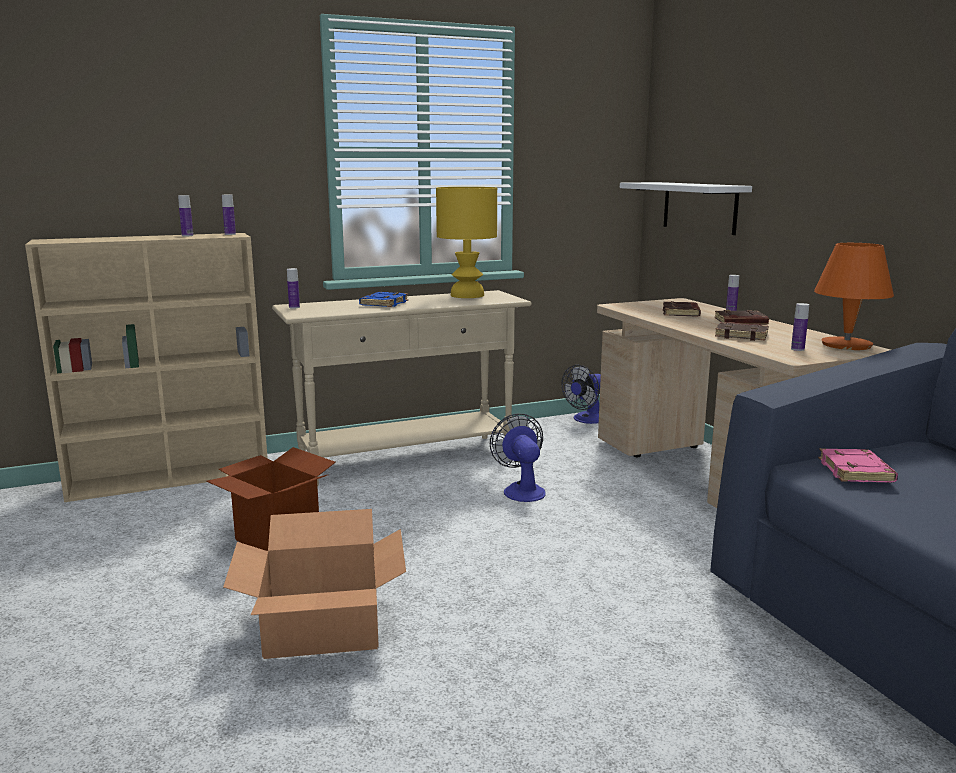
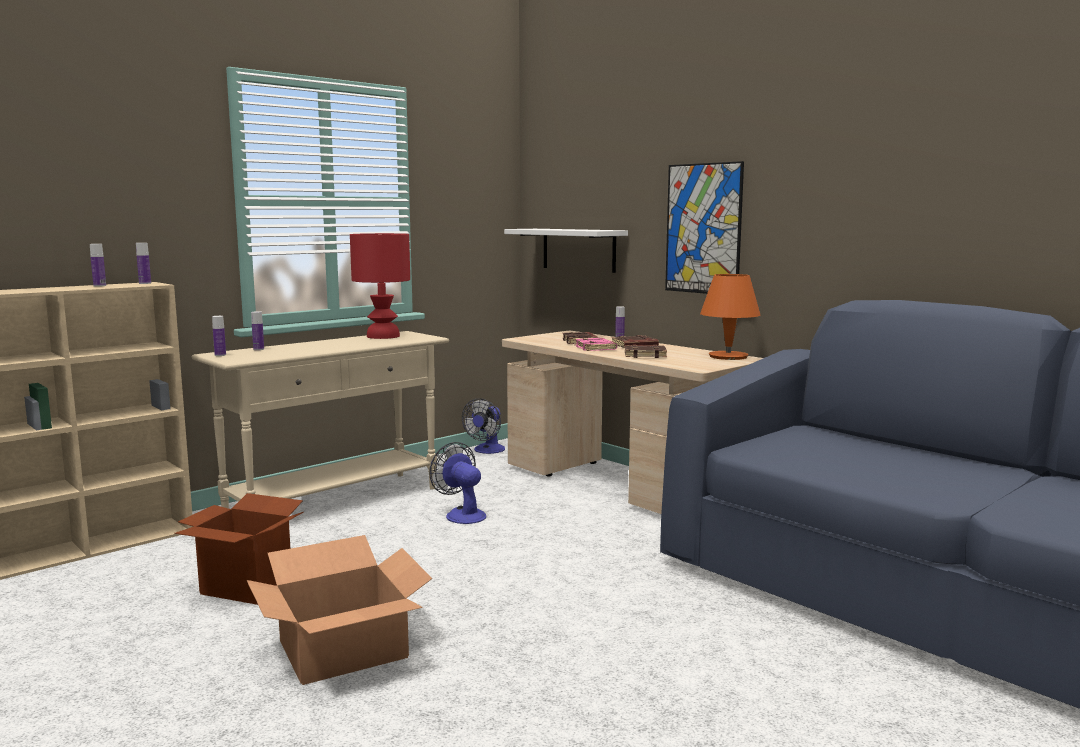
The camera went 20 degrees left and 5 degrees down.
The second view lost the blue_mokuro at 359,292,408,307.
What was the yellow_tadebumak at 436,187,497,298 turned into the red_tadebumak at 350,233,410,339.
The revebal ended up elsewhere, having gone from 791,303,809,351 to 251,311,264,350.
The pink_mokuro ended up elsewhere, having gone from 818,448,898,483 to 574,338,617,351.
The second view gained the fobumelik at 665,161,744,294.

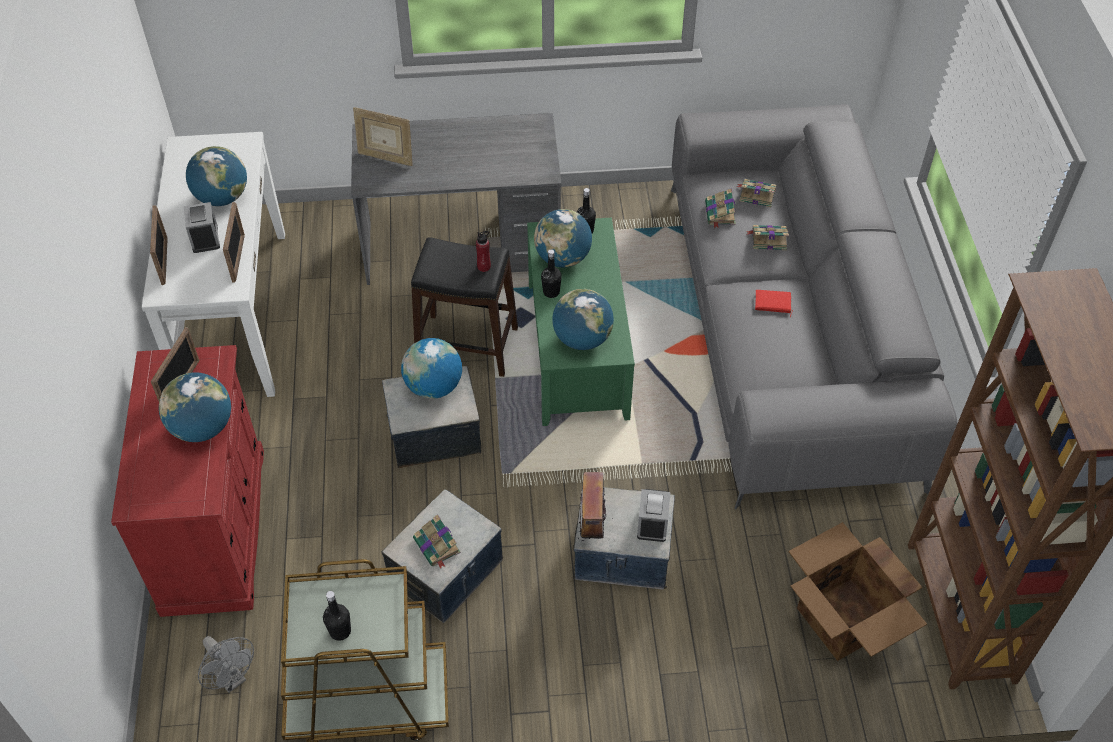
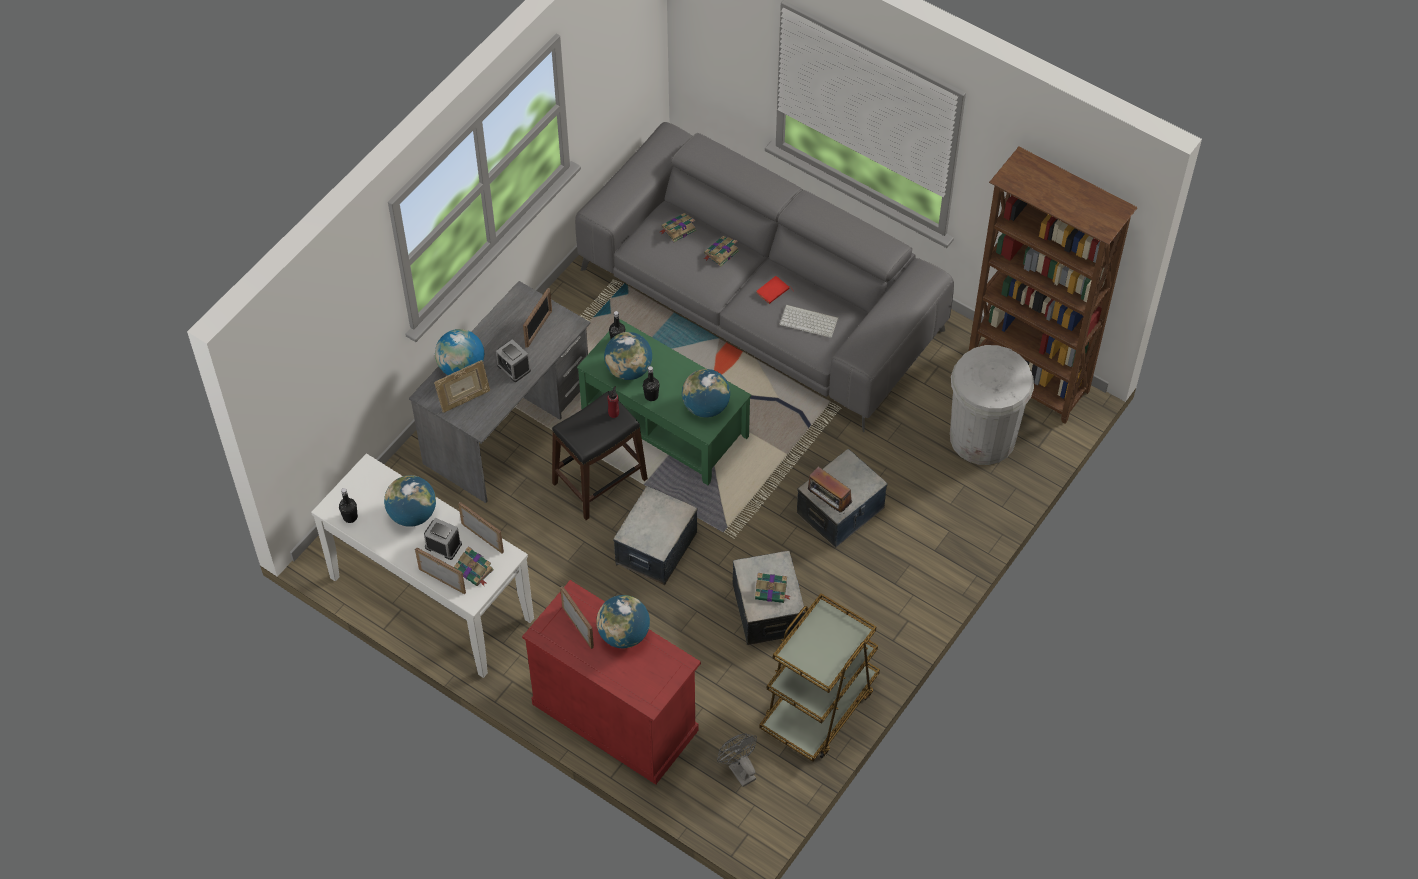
The camera went 50 degrees left and 5 degrees up.
The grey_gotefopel at 198,636,254,693 ended up facing another way, 120 degrees counterclockwise from before.
The black_revebal ended up elsewhere, having gone from 323,591,351,641 to 339,488,358,523.
The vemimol ended up elsewhere, having gone from 401,338,462,399 to 435,329,484,375.
The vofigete ended up elsewhere, having gone from 637,489,670,542 to 496,339,531,382.
The mokuro ended up elsewhere, having gone from 705,189,736,228 to 454,546,494,586.
Where the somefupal stood at 789,522,927,661, the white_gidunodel came to stand at 950,345,1034,465.
The second view gained the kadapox at 523,288,552,348.
The second view gained the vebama at 779,304,838,338.

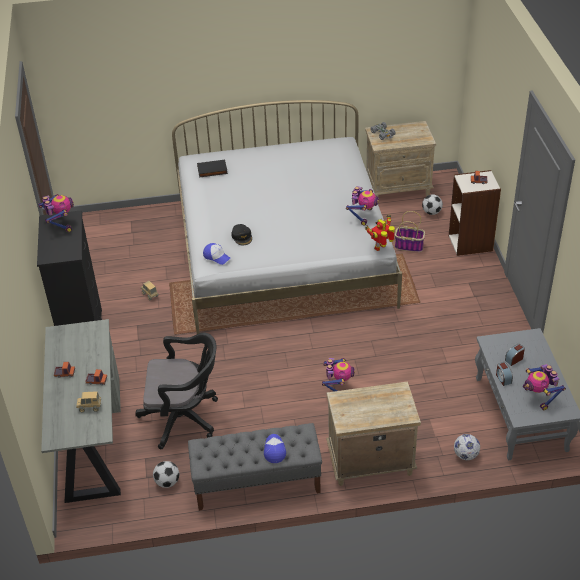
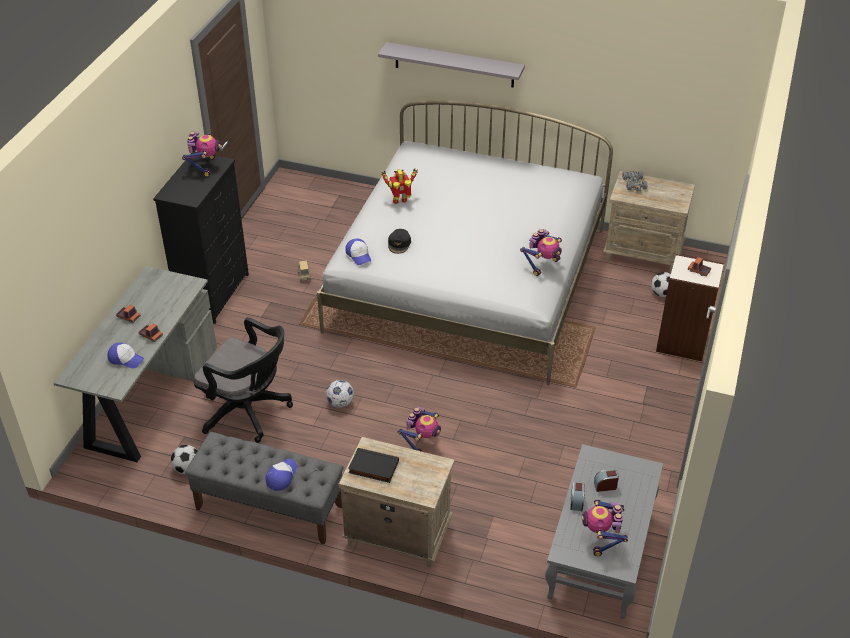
The camera went 25 degrees right and 0 degrees up.
Where the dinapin stood at 76,391,101,412, the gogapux came to stand at 107,342,144,369.
The black_mokuro ended up elsewhere, having gone from 197,160,228,177 to 348,448,399,483.
The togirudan ended up elsewhere, having gone from 365,214,395,251 to 381,168,418,204.
The second view lost the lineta at 395,211,425,252.
The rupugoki ended up elsewhere, having gone from 454,434,480,460 to 326,380,354,408.
The second view gained the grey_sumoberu at 378,42,525,87.

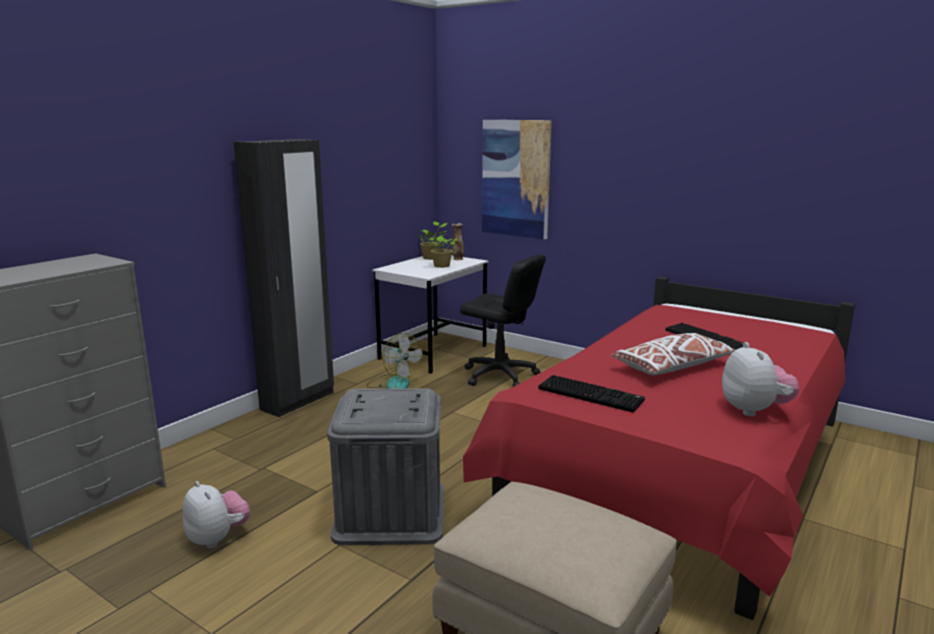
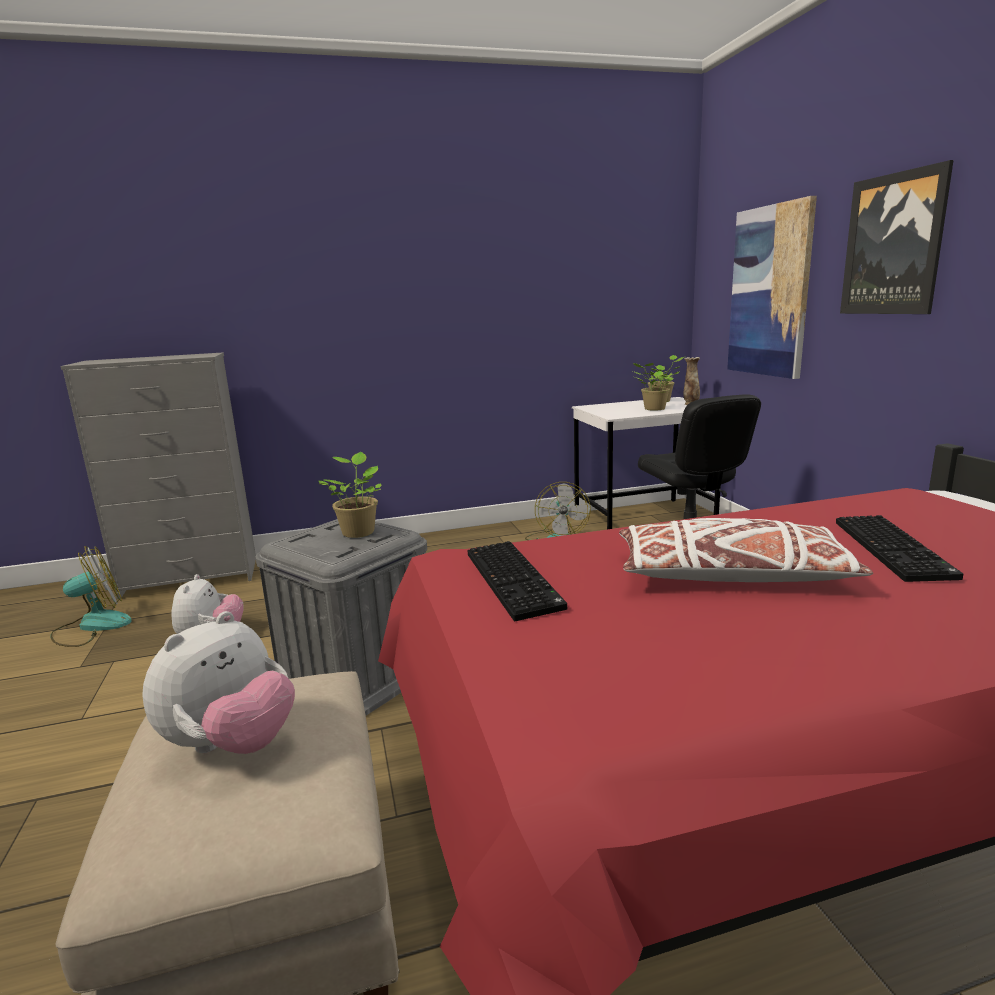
The camera went 40 degrees right and 0 degrees up.
The second view lost the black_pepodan at 234,139,334,417.
The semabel ended up elsewhere, having gone from 722,342,799,417 to 142,611,295,754.
The second view gained the gotefopel at 50,546,132,647.
The second view gained the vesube at 319,452,381,538.
The second view gained the fobumelik at 840,160,954,314.

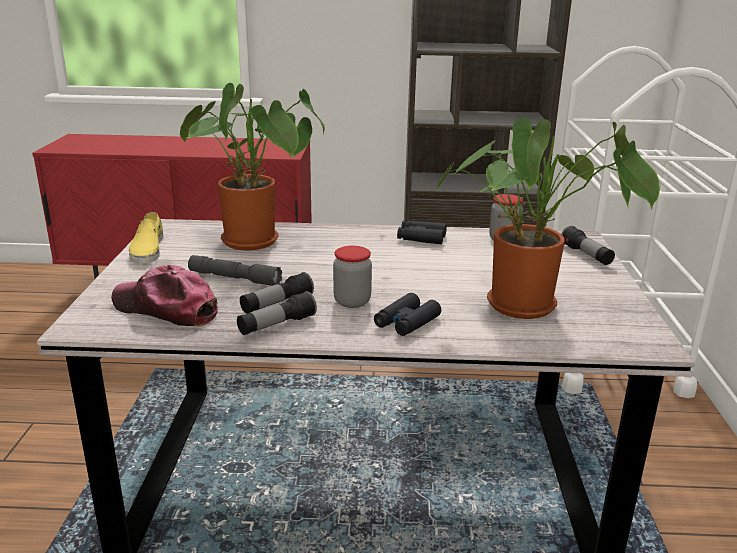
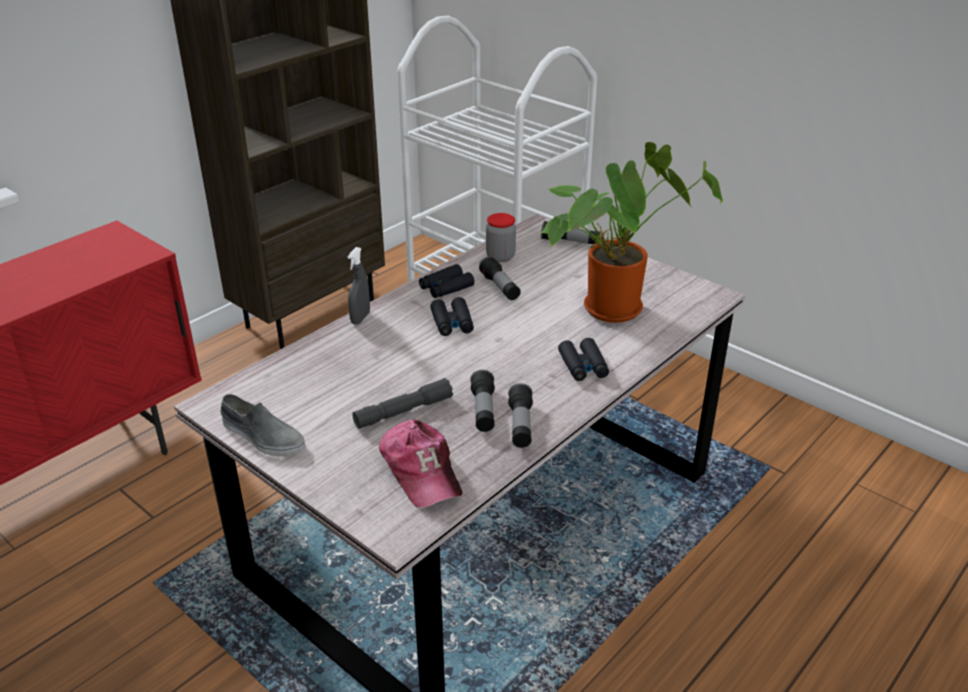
The camera went 50 degrees left and 10 degrees up.
The gogapux at 111,265,218,327 ended up facing another way, 90 degrees counterclockwise from before.
What was the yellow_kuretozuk at 129,212,164,264 turned into the grey_kuretozuk at 220,394,305,457.
The second view lost the vesube at 180,83,325,250.
The second view lost the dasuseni at 333,246,372,308.
The second view gained the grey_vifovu at 348,247,370,325.
The second view gained the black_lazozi at 430,297,474,336.
The second view gained the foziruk at 479,256,521,300.

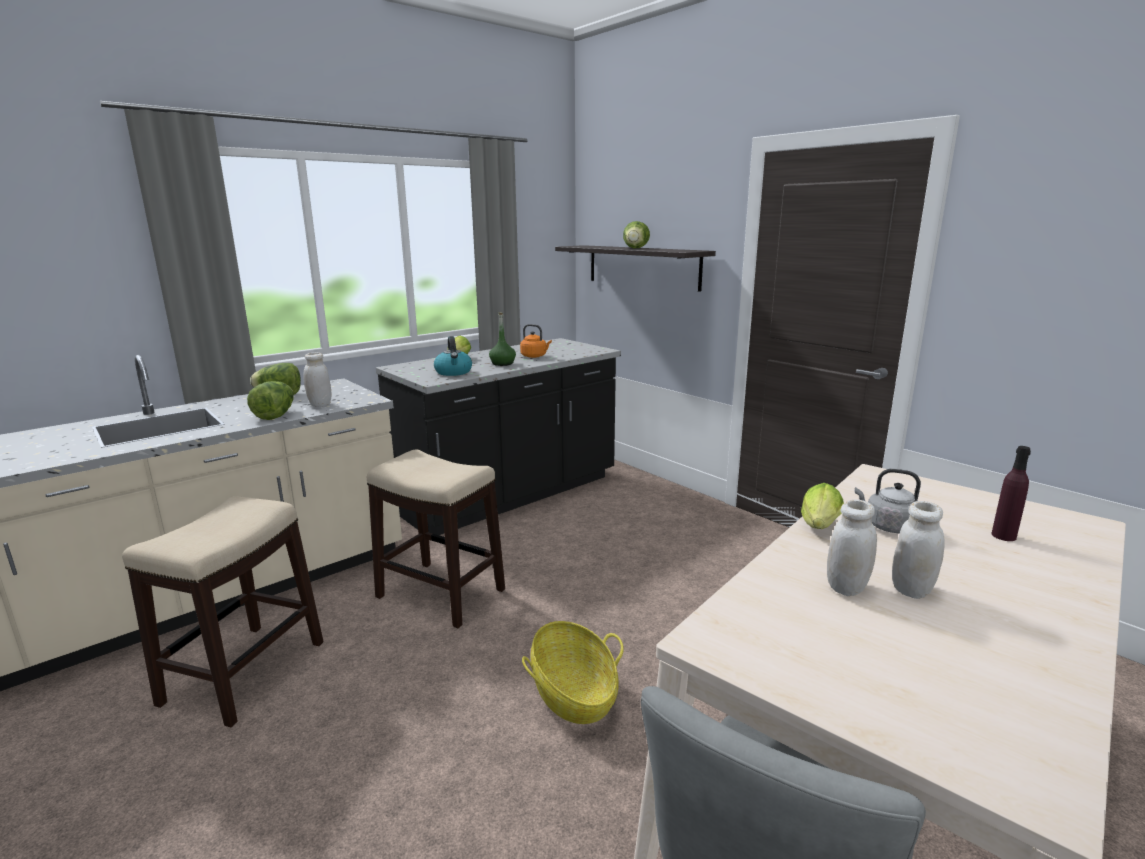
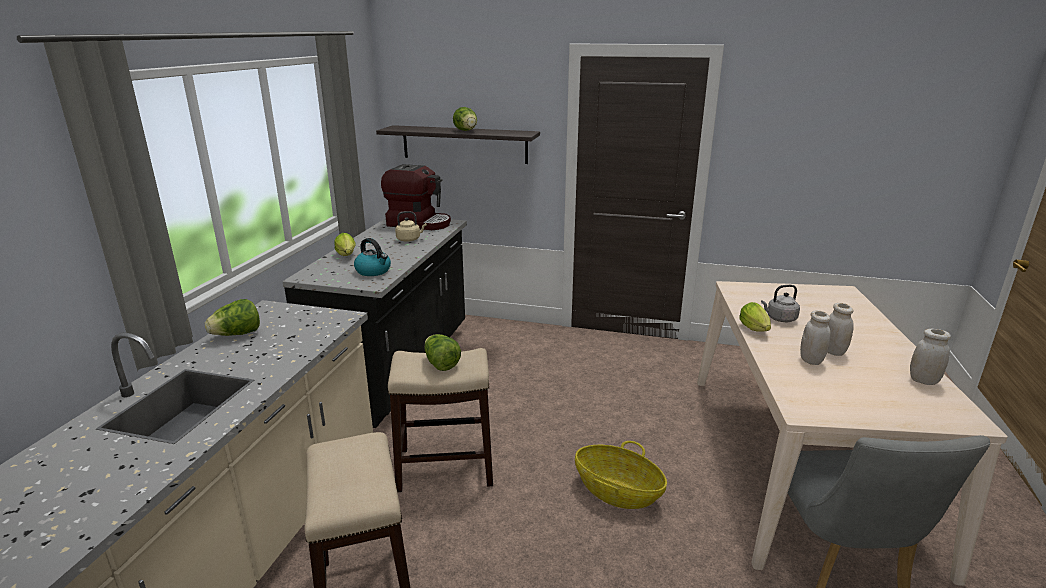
The camera went 35 degrees left and 5 degrees up.
The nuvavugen ended up elsewhere, having gone from 247,381,294,420 to 424,334,461,371.
The white_dasuseni ended up elsewhere, having gone from 303,353,332,407 to 910,329,951,385.
The second view lost the green_revebal at 489,312,516,366.
What was the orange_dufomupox at 520,324,552,358 turned into the beige_dufomupox at 395,211,427,242.
The second view lost the purple_revebal at 991,446,1031,541.
The second view gained the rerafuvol at 381,164,451,230.

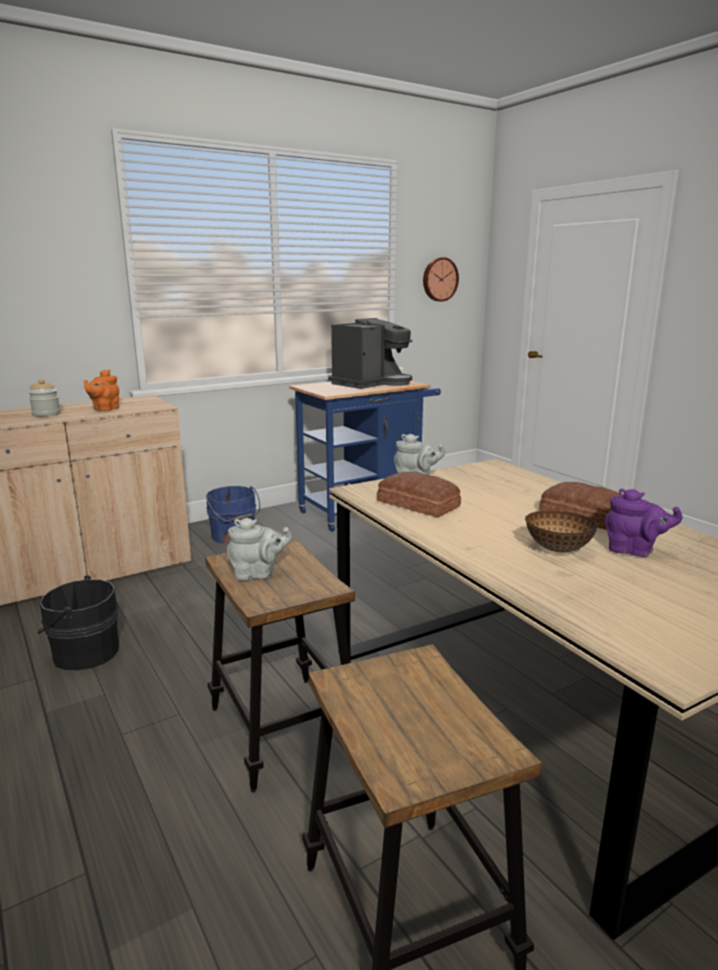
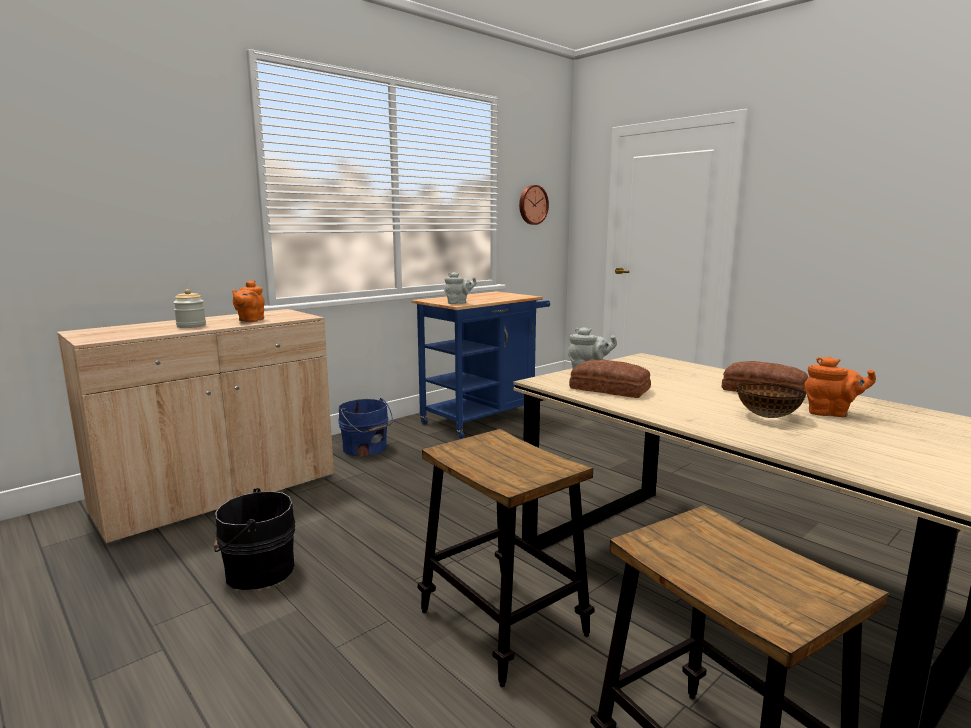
The camera went 10 degrees left and 5 degrees down.
The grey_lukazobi ended up elsewhere, having gone from 227,518,293,580 to 444,272,476,304.
The second view lost the rerafuvol at 328,318,413,389.
What was the purple_lukazobi at 605,489,683,557 turned into the orange_lukazobi at 804,357,876,417.

